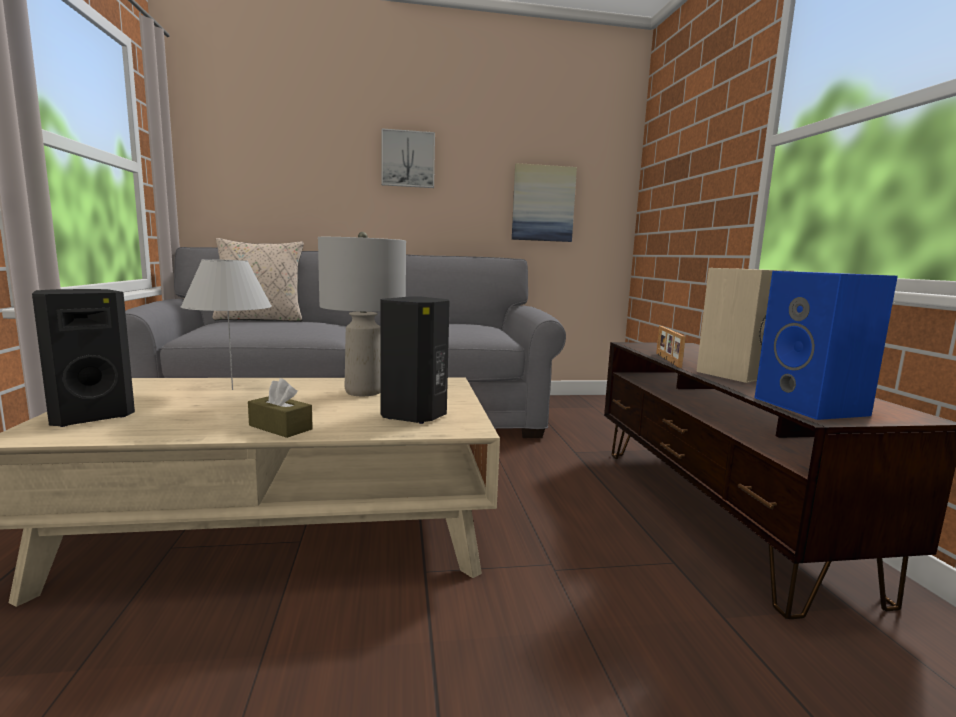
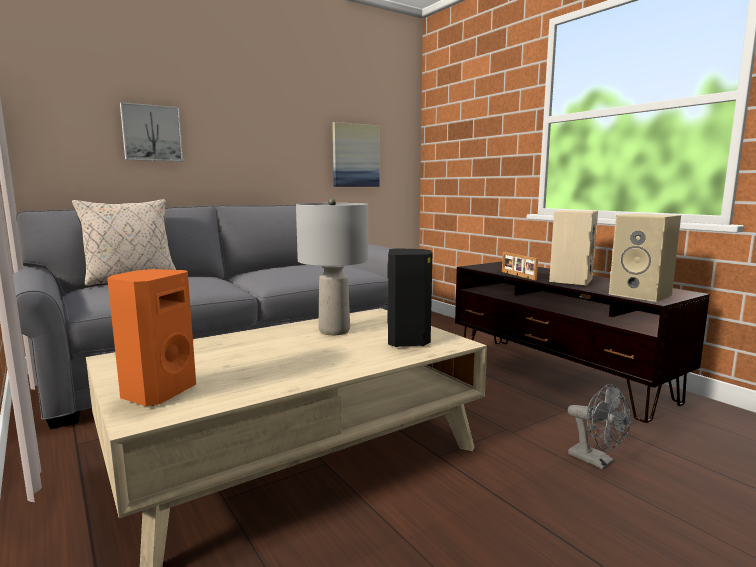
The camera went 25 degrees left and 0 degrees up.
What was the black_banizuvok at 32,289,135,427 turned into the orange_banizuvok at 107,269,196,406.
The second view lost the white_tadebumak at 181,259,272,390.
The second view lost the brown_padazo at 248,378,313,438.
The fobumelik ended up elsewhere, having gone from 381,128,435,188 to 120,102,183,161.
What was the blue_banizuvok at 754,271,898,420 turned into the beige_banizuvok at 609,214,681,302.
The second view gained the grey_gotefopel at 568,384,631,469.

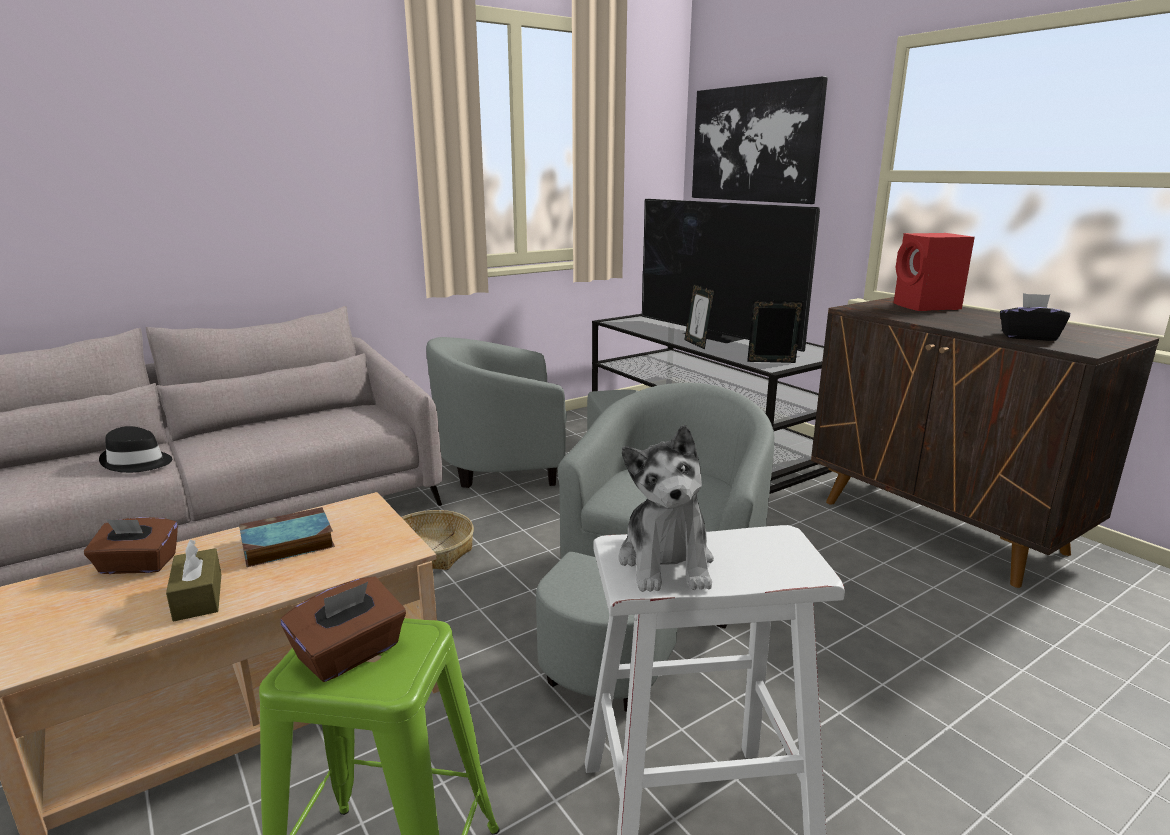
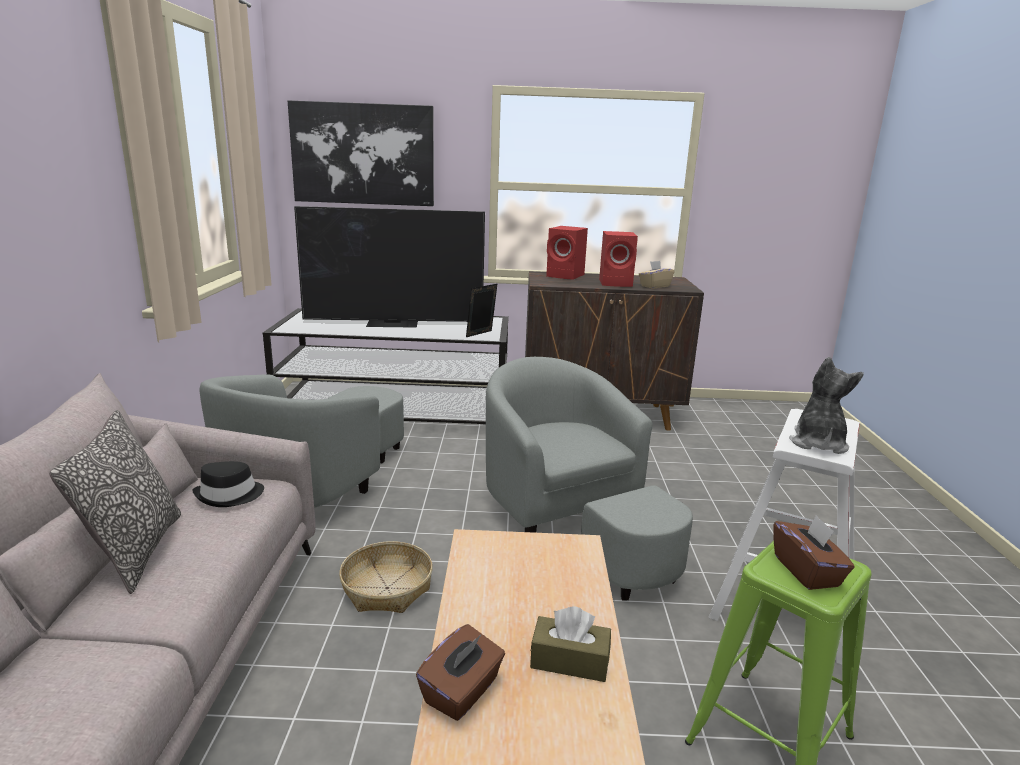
The camera went 55 degrees left and 0 degrees up.
The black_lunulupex ended up elsewhere, having gone from 99,426,172,473 to 192,461,264,507.
The second view lost the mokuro at 239,507,335,567.
The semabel at 619,425,714,592 ended up facing another way, 105 degrees counterclockwise from before.
The second view lost the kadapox at 684,283,715,350.
What was the black_padazo at 1000,293,1070,341 turned into the beige_padazo at 639,261,675,288.
The second view gained the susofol at 49,410,181,594.
The second view gained the red_banizuvok at 599,231,638,287.

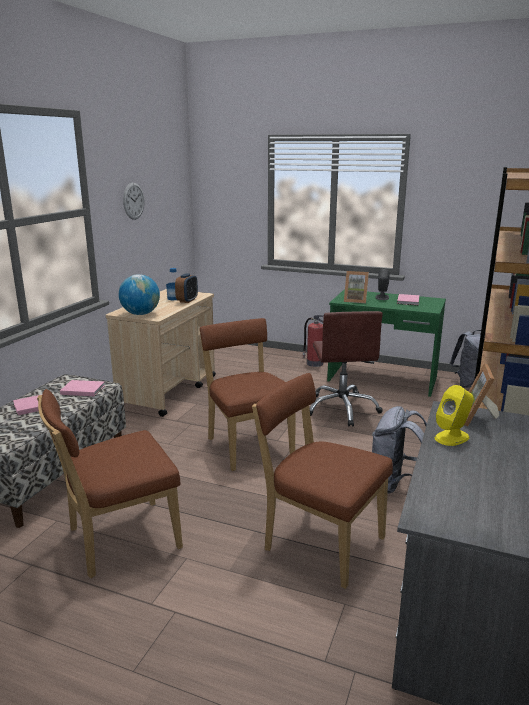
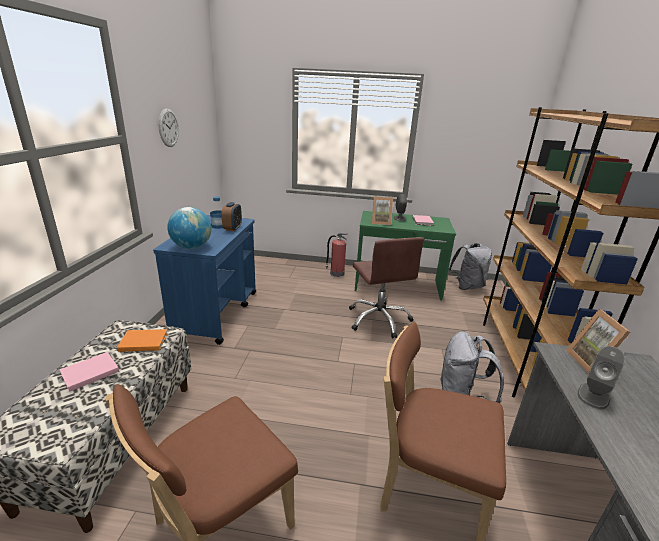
The camera went 15 degrees left and 5 degrees up.
What was the pink_mokuro at 60,380,105,396 turned into the orange_mokuro at 117,329,168,352.
What was the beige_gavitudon at 106,289,216,417 turned into the blue_gavitudon at 153,215,256,345.
The second view lost the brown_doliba at 200,318,296,471.
What was the yellow_banizuvok at 435,385,473,446 turned into the grey_banizuvok at 578,346,625,409.

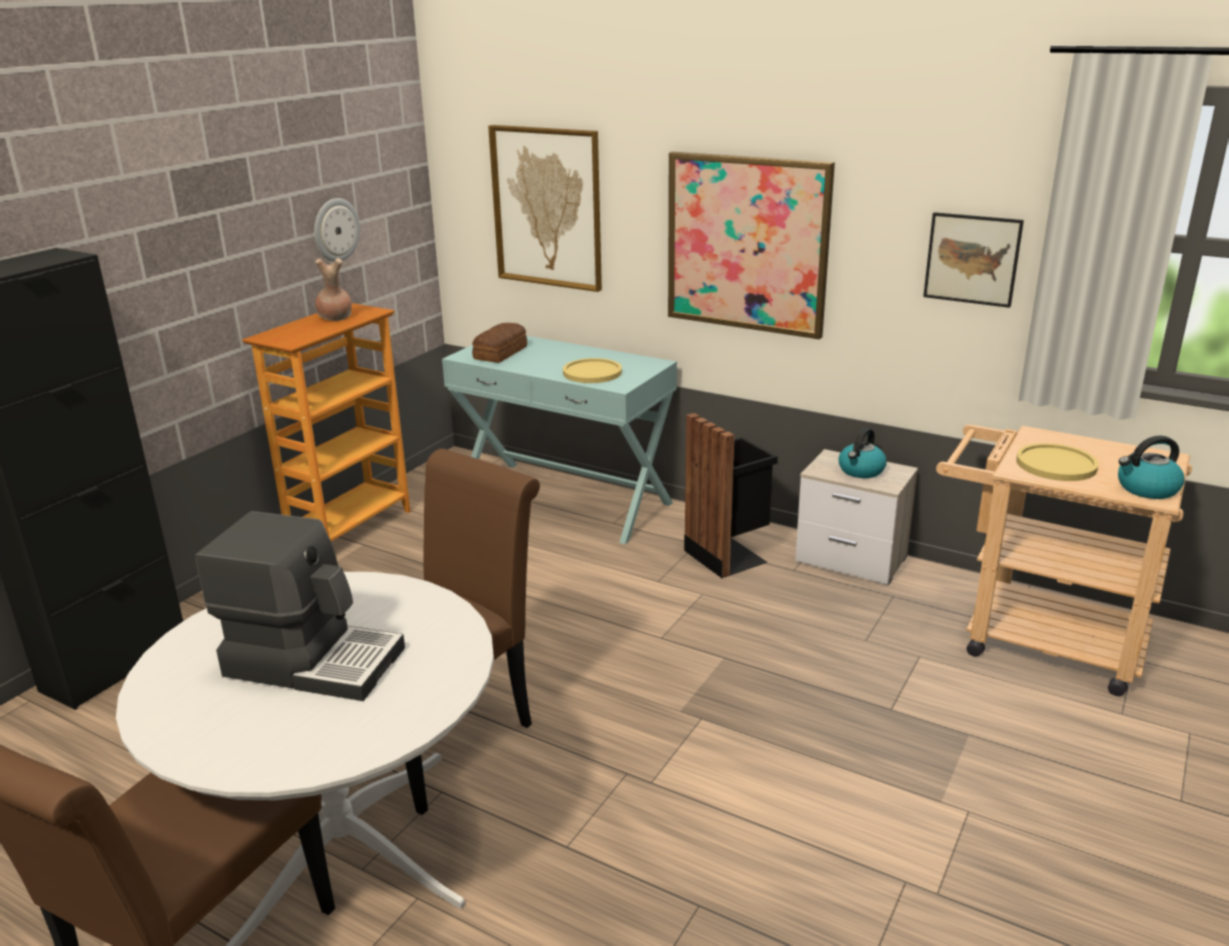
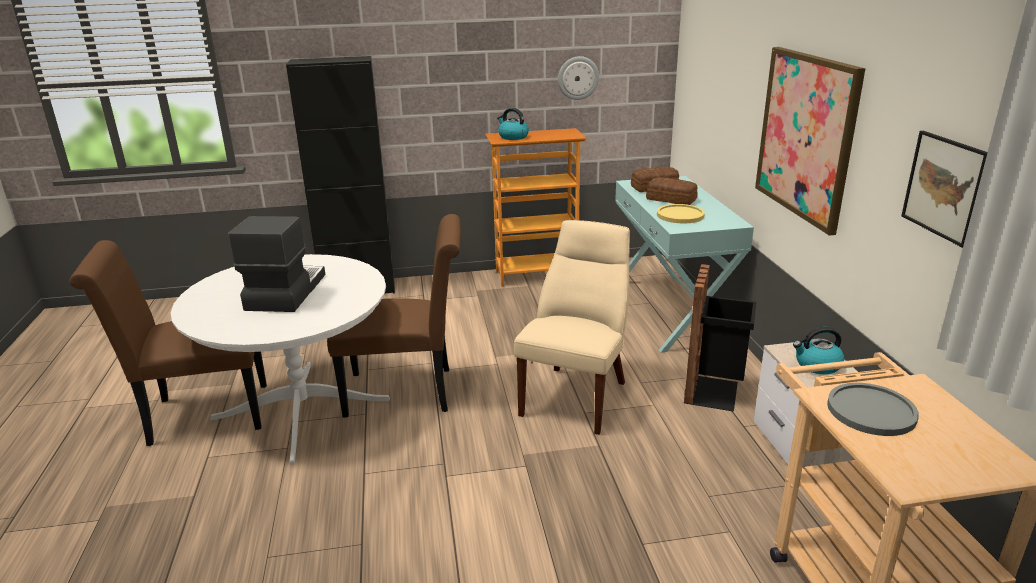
The camera went 50 degrees right and 0 degrees up.
The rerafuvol at 195,511,405,701 ended up facing another way, 150 degrees counterclockwise from before.
The second view lost the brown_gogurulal at 315,258,352,321.
The second view lost the fobumelik at 488,125,602,292.
What was the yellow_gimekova at 1016,443,1098,481 turned into the grey_gimekova at 827,383,919,436.
The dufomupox ended up elsewhere, having gone from 1118,436,1184,499 to 497,108,529,140.
The second view gained the beige_doliba at 514,220,630,435.
The second view gained the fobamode at 646,177,698,205.

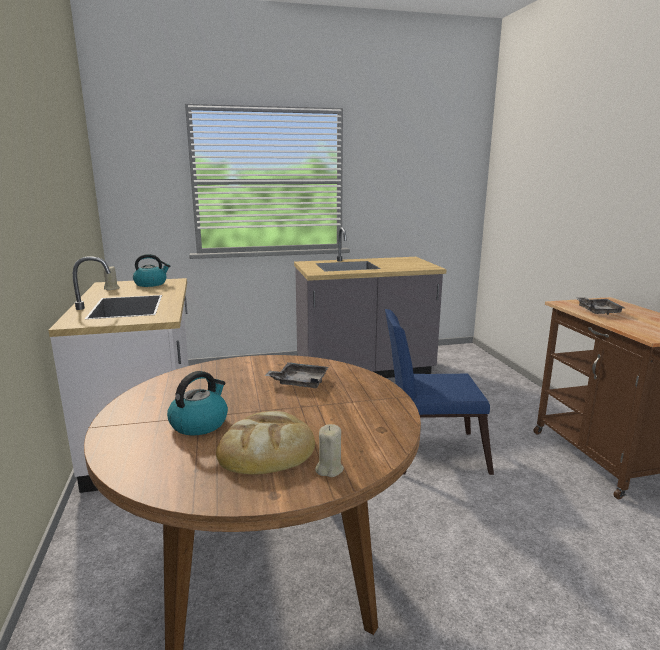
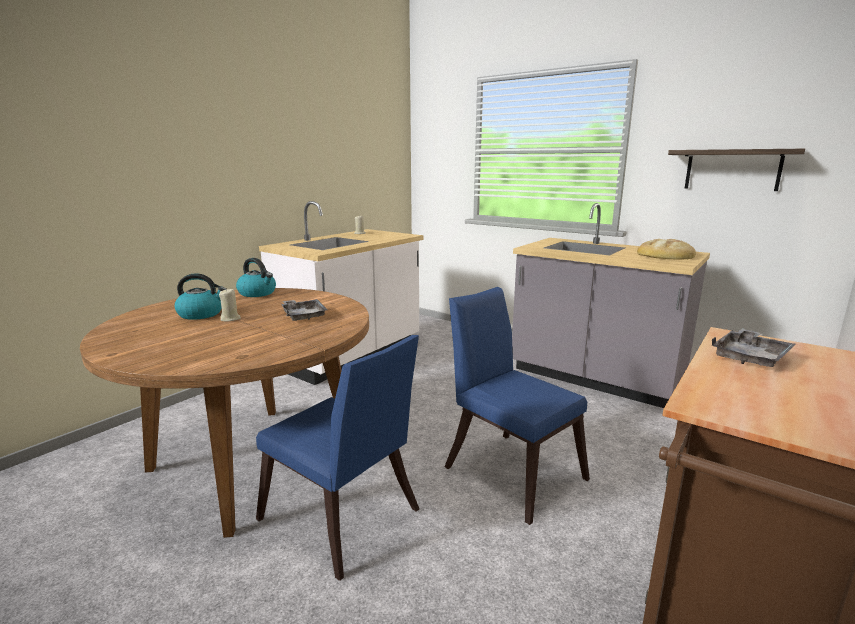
The camera went 50 degrees right and 0 degrees up.
The dufomupox ended up elsewhere, having gone from 133,254,170,287 to 236,258,276,297.
The fobamode ended up elsewhere, having gone from 216,411,315,475 to 637,239,696,260.
The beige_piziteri ended up elsewhere, having gone from 315,424,344,477 to 219,288,241,321.
The second view gained the blue_doliba at 256,335,419,581.
The second view gained the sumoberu at 668,149,805,191.

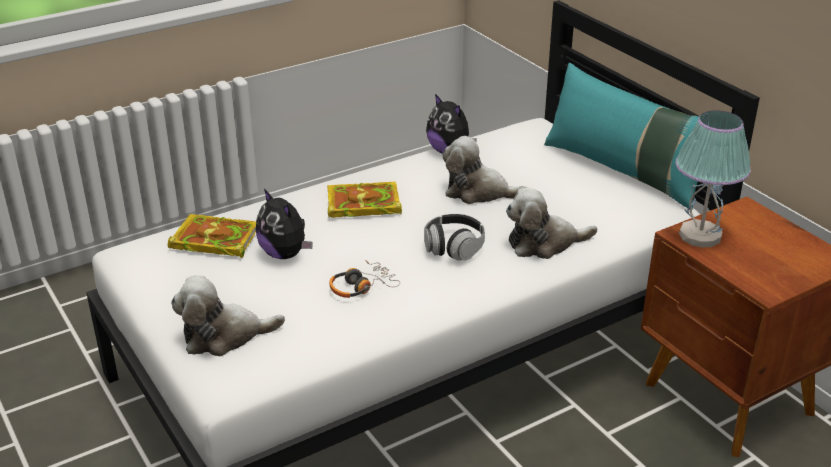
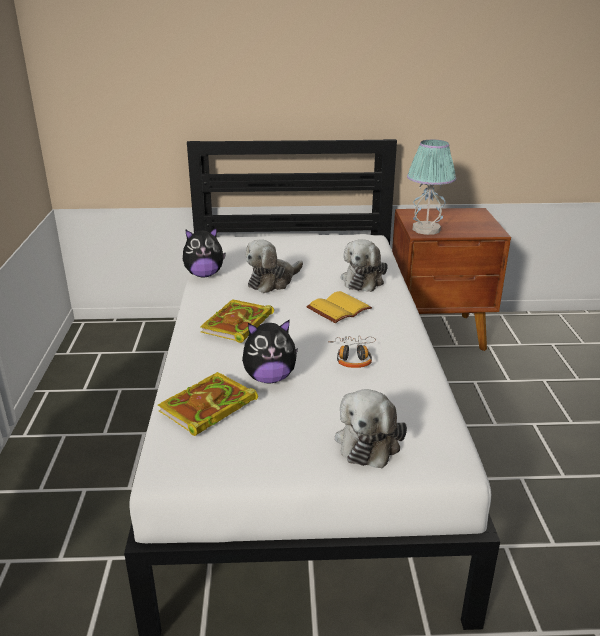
The camera went 60 degrees left and 5 degrees down.
Where the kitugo stood at 424,214,485,261, the yellow_mokuro came to stand at 306,291,372,323.
The second view lost the turquoise_susofol at 544,63,699,210.

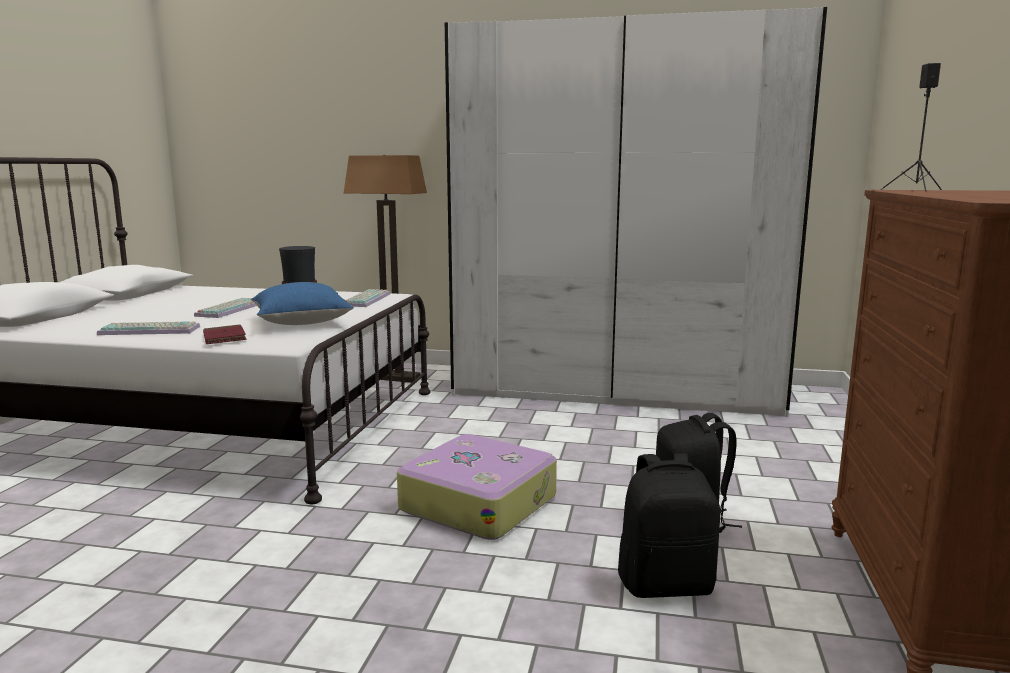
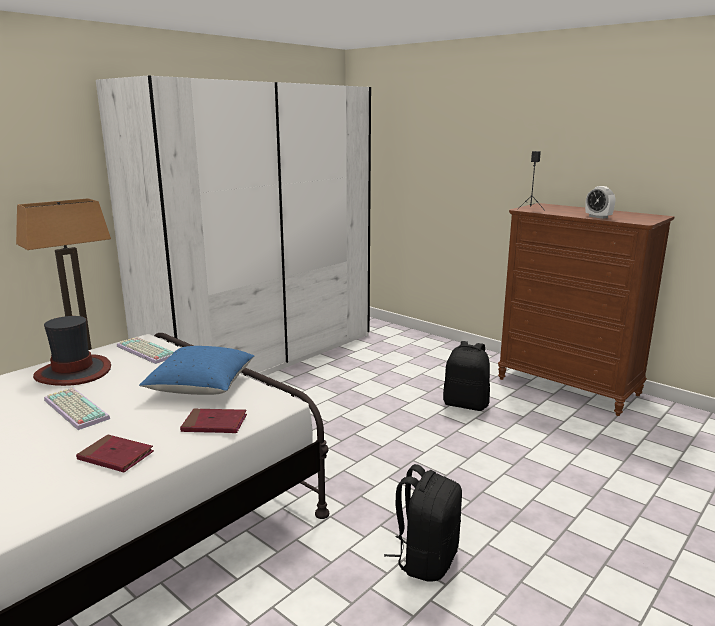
The camera went 60 degrees left and 5 degrees up.
Where the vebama stood at 97,321,200,335, the red_mokuro came to stand at 76,435,154,472.
The second view lost the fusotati at 397,434,557,540.
The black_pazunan ended up elsewhere, having gone from 618,453,720,598 to 384,464,462,582.
The second view gained the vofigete at 585,186,615,219.

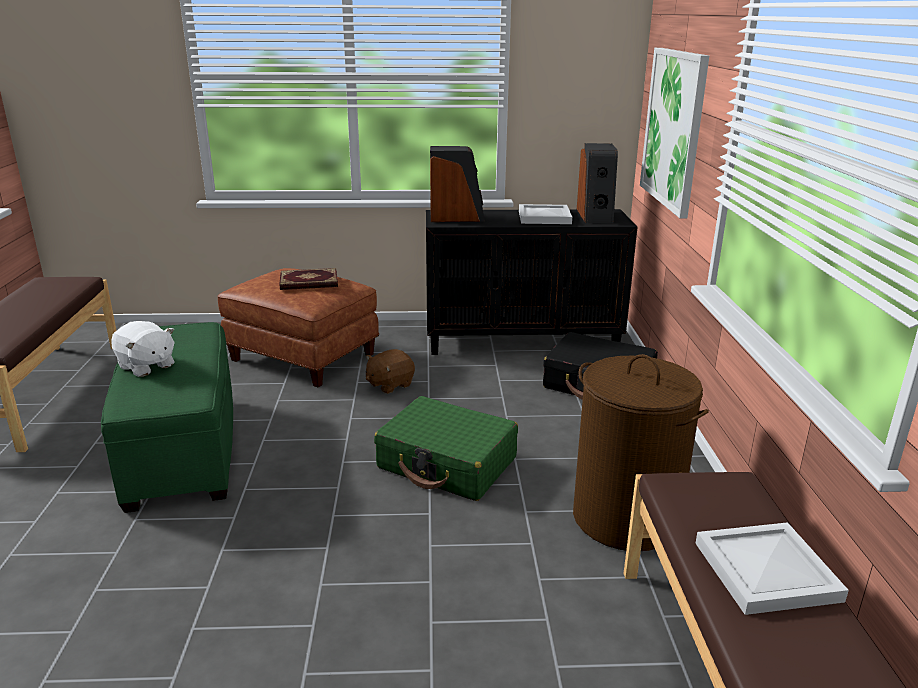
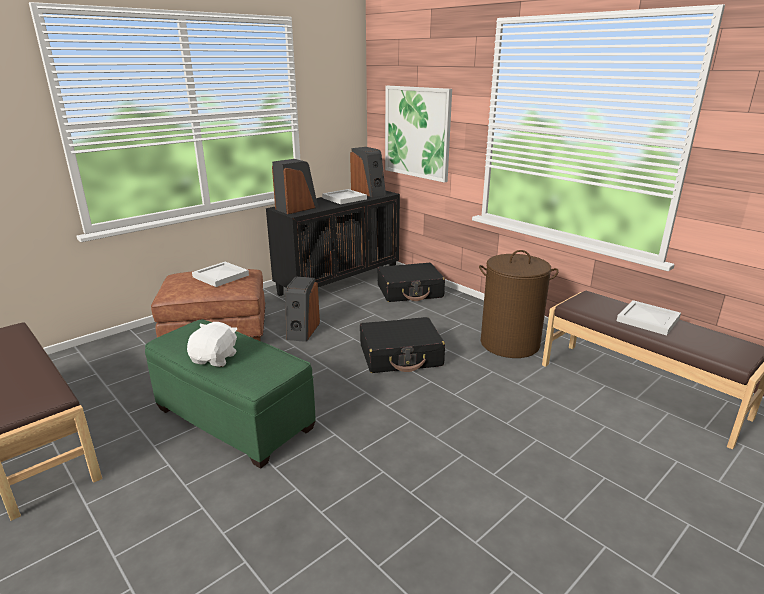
The camera went 40 degrees left and 0 degrees up.
The white_semabel at 111,321,175,377 ended up facing another way, 75 degrees counterclockwise from before.
Where the mokuro stood at 279,268,338,290, the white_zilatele came to stand at 192,262,249,287.
Where the brown_semabel stood at 366,349,415,394, the banizuvok came to stand at 286,276,320,342.
What was the green_fusotati at 374,396,518,501 turned into the black_fusotati at 360,317,445,373.

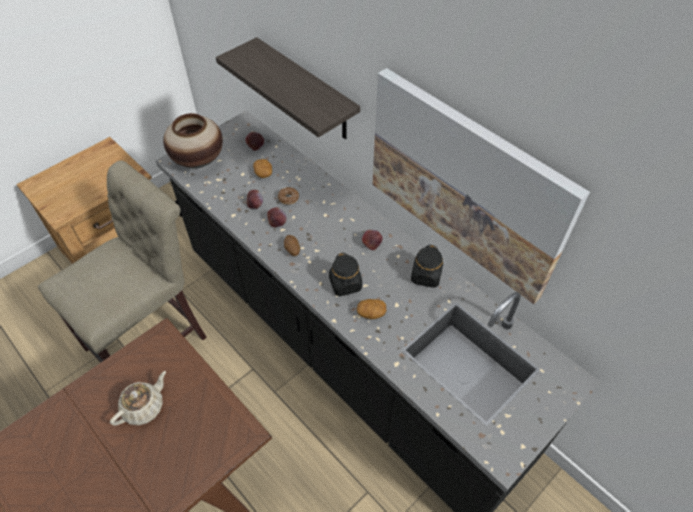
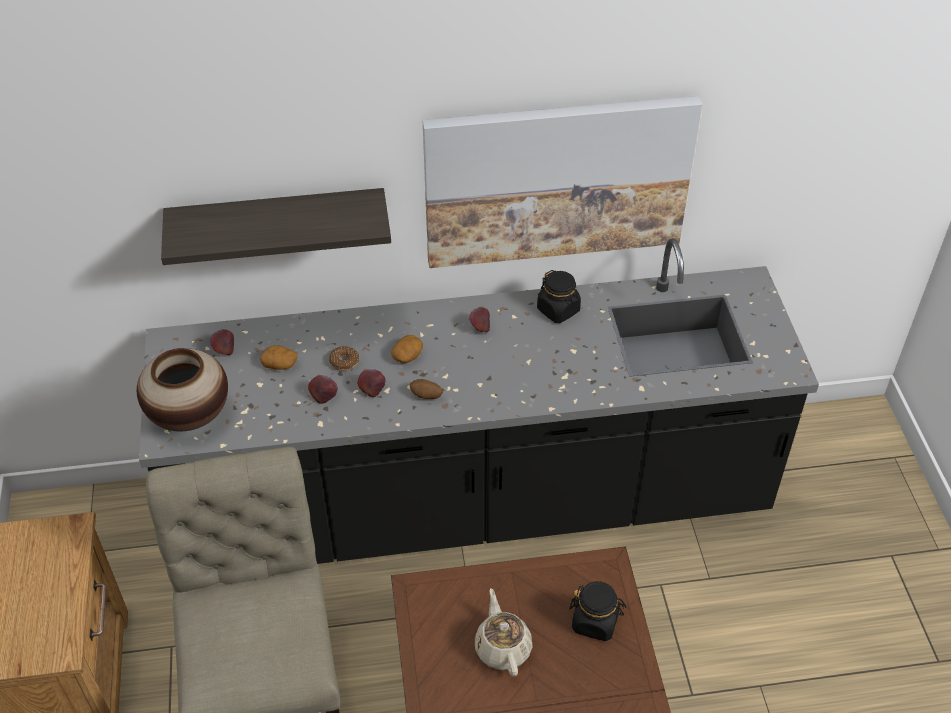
The camera went 55 degrees left and 5 degrees down.
The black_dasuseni ended up elsewhere, having gone from 329,253,362,296 to 569,581,626,641.
The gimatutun ended up elsewhere, having gone from 357,299,386,319 to 391,335,423,363.

